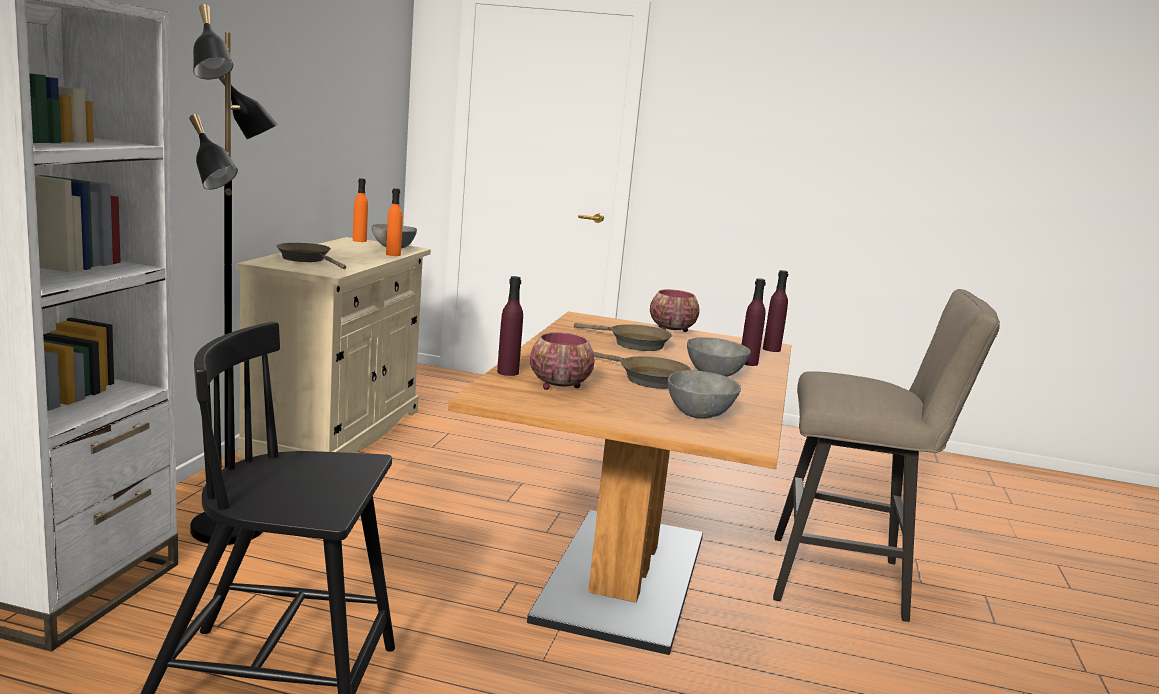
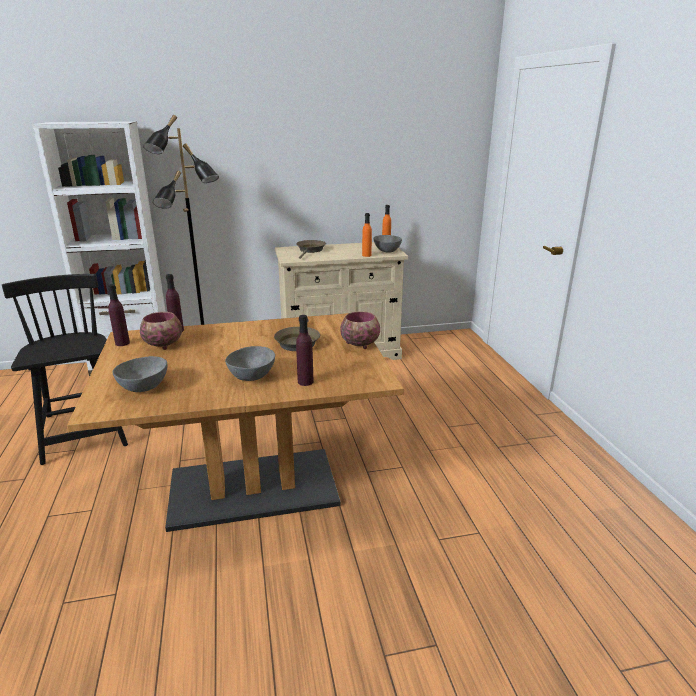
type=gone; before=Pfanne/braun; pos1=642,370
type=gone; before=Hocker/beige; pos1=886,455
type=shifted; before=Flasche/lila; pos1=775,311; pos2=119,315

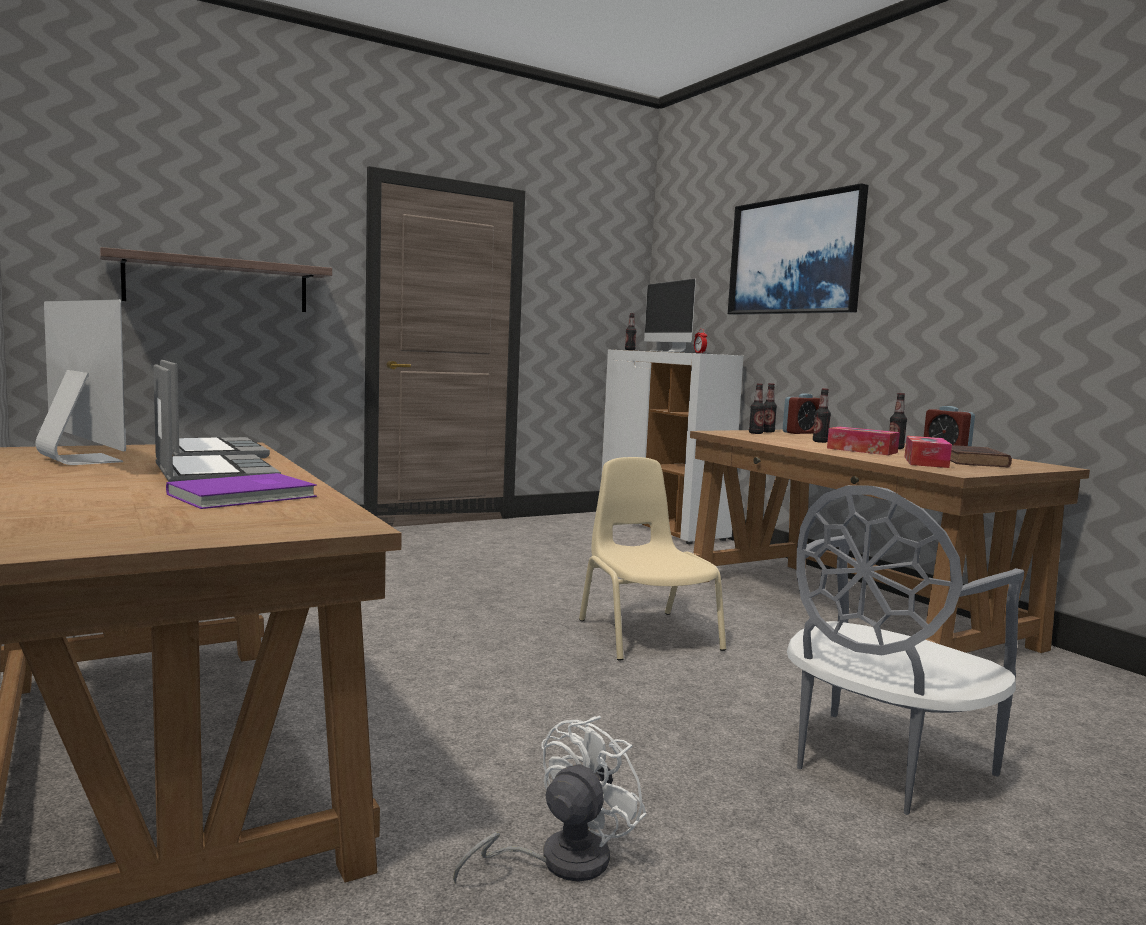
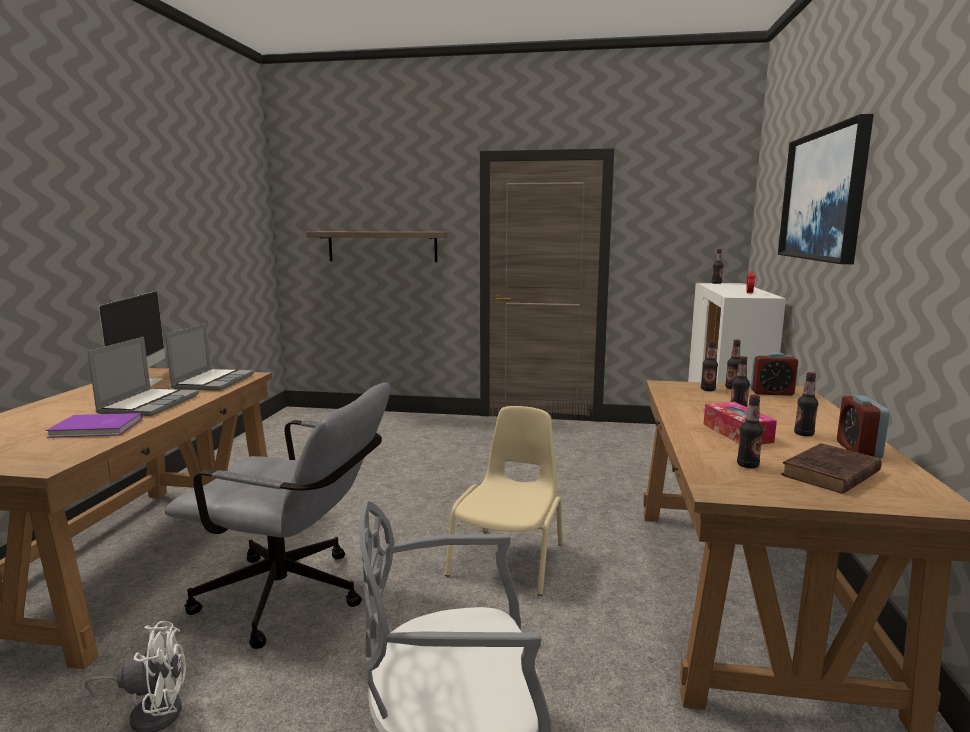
type=gone; before=Monitor; pos1=670,315
type=new; after=Bürostuhl/grau; pos2=277,515
type=swapped; before=Taschentuchbox; after=Flasche; pos1=928,452; pos2=750,431

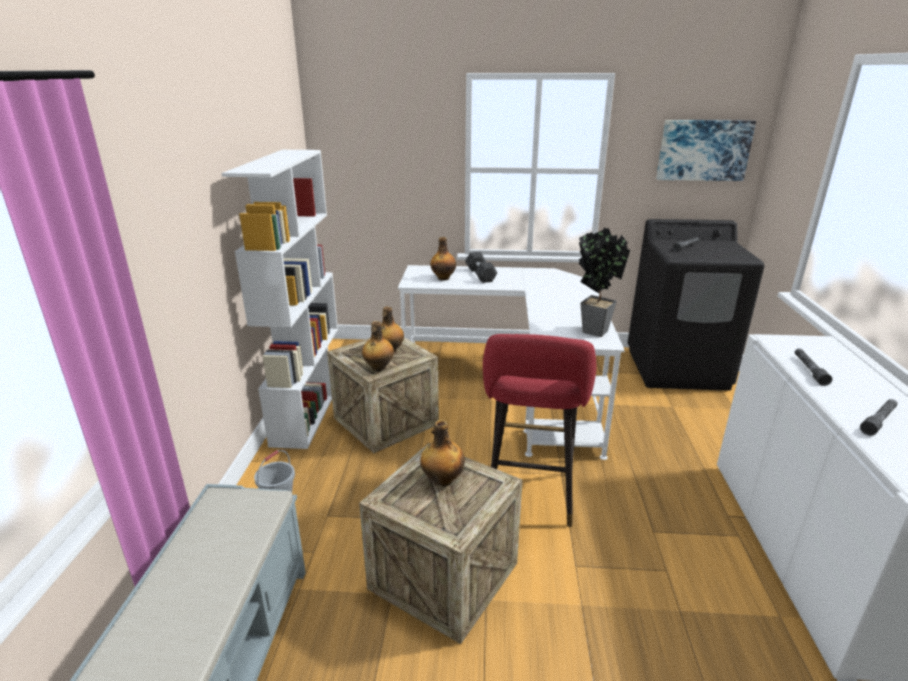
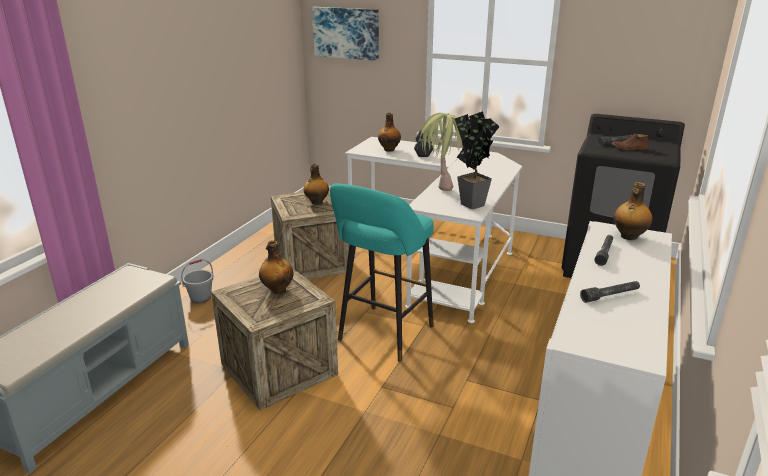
type=gone; before=Bücherregal/weiß; pos1=279,299
type=new; after=Topfpflanze; pos2=439,152
type=new; after=Schuh/braun; pos2=630,141
type=shifted; before=Flasche; pos1=378,346; pos2=633,211
type=shifted; before=Bild; pos1=706,150; pos2=345,34
type=repainted; before=Hocker/rot; after=Hocker/türkis; pos1=539,430; pos2=382,272

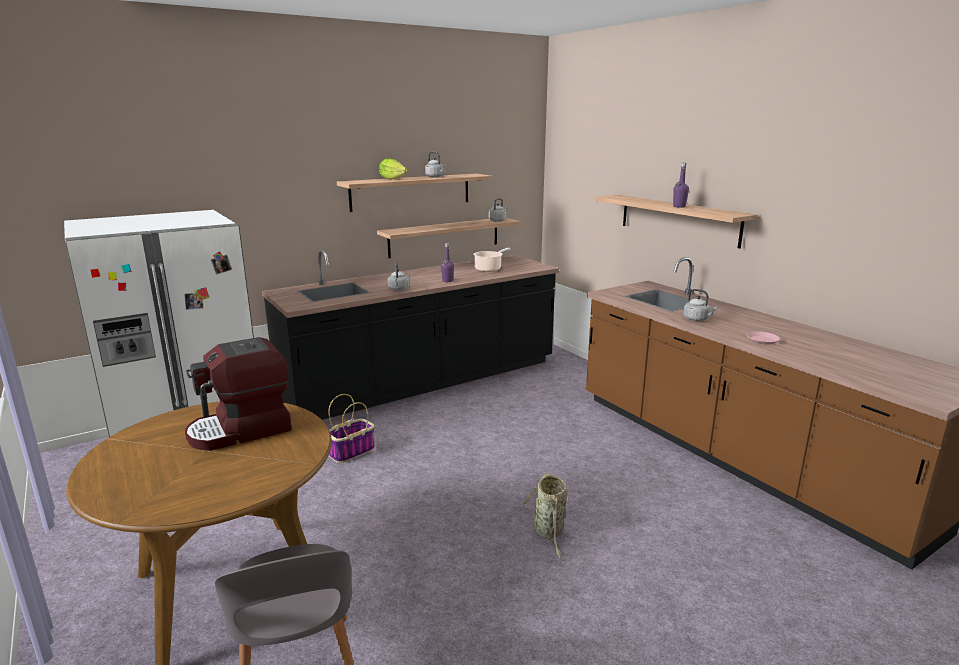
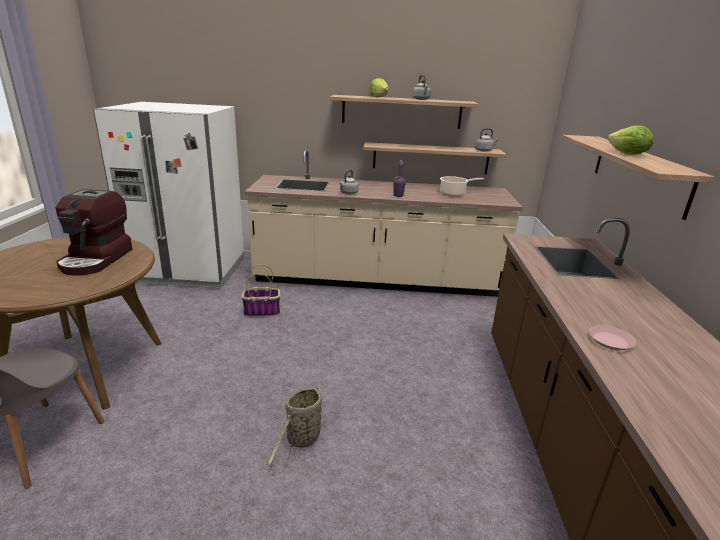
type=gone; before=Wasserkessel/grau; pos1=700,305
type=swapped; before=Flasche/lila; after=Salatkopf; pos1=681,185; pos2=630,140
type=repainted; before=Küchenzeile/schwarz; after=Küchenzeile/beige; pos1=410,335; pos2=384,223
type=rotated; before=Kaffeemaschine; pos1=238,394; pos2=94,232; turn=-90

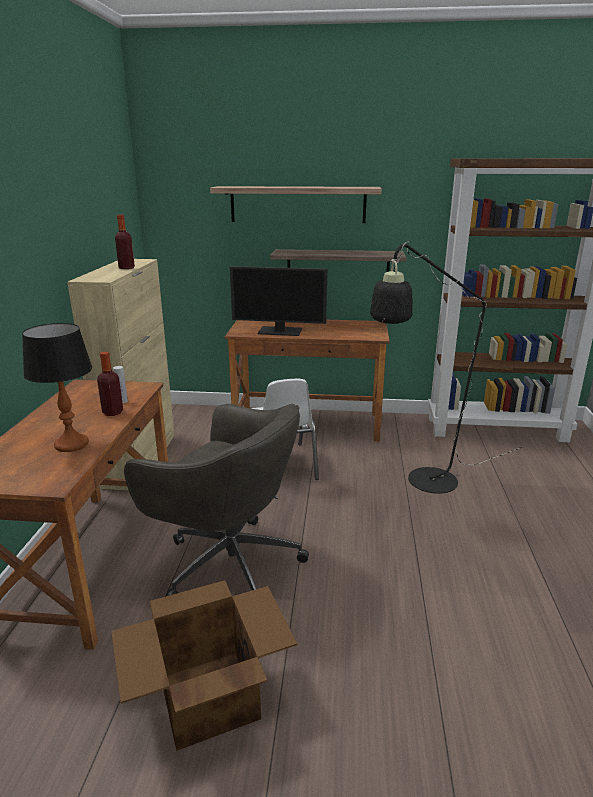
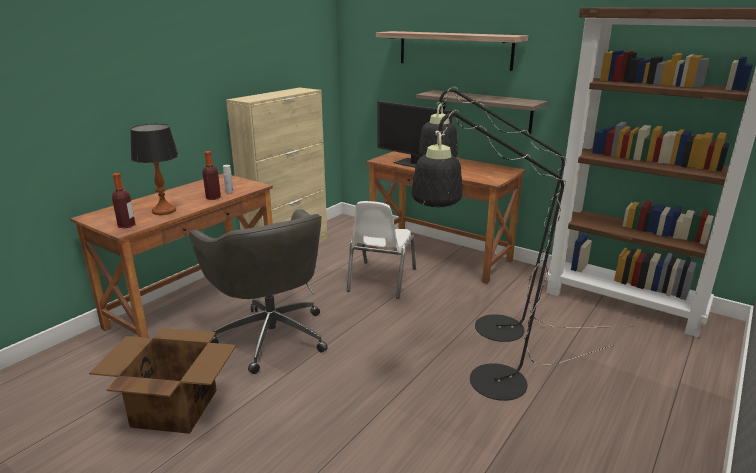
type=new; after=Stehlampe/schwarz; pos2=514,255
type=shifted; before=Flasche; pos1=125,242; pos2=123,200

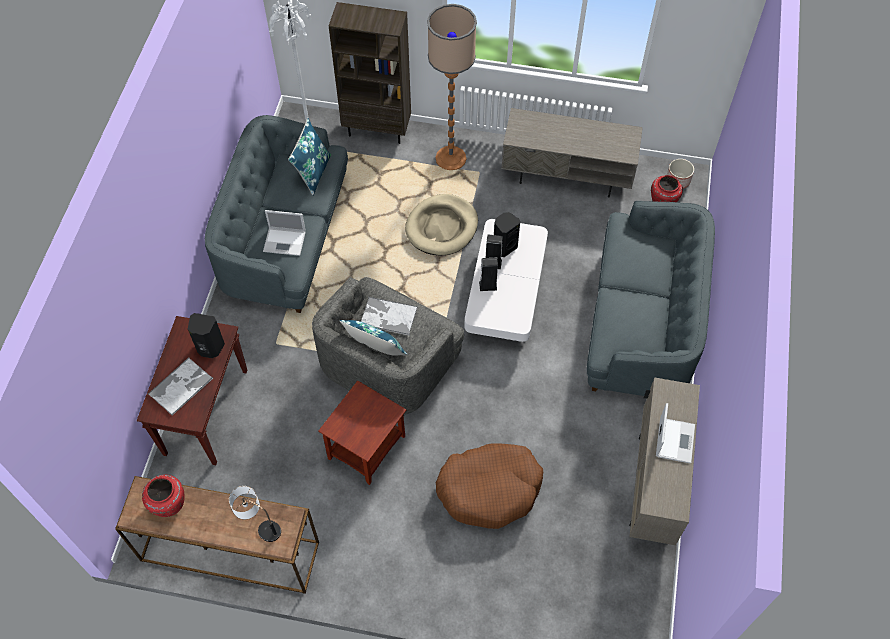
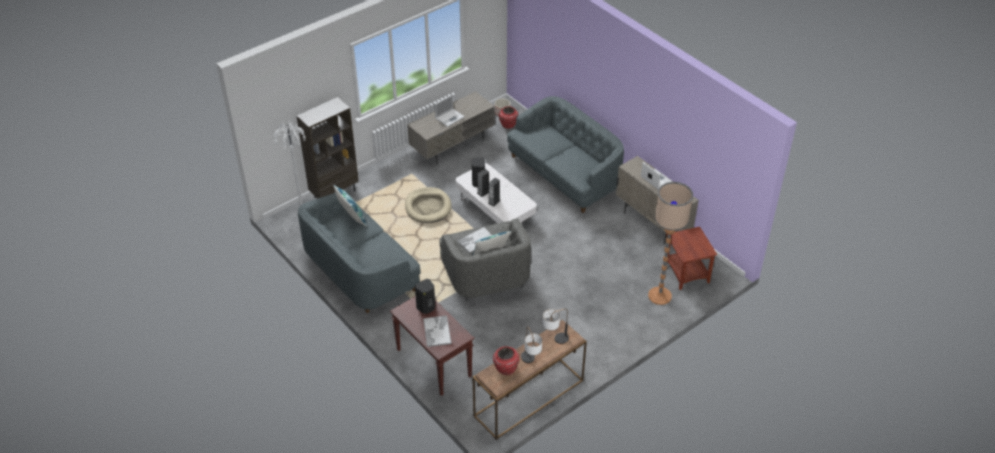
type=gone; before=Hundebett/braun; pos1=489,486
type=new; after=Tischlampe; pos2=531,344
type=shifted; before=Laptop; pos1=284,233; pos2=450,111
type=shifted; before=Beistelltisch/braun; pos1=362,433; pos2=691,258
type=shifted; before=Stehlampe; pos1=452,87; pos2=670,243

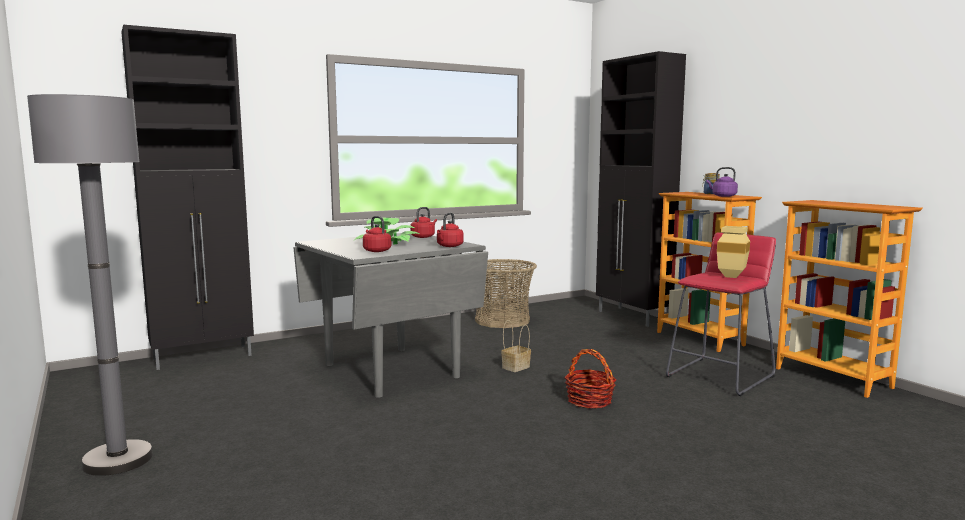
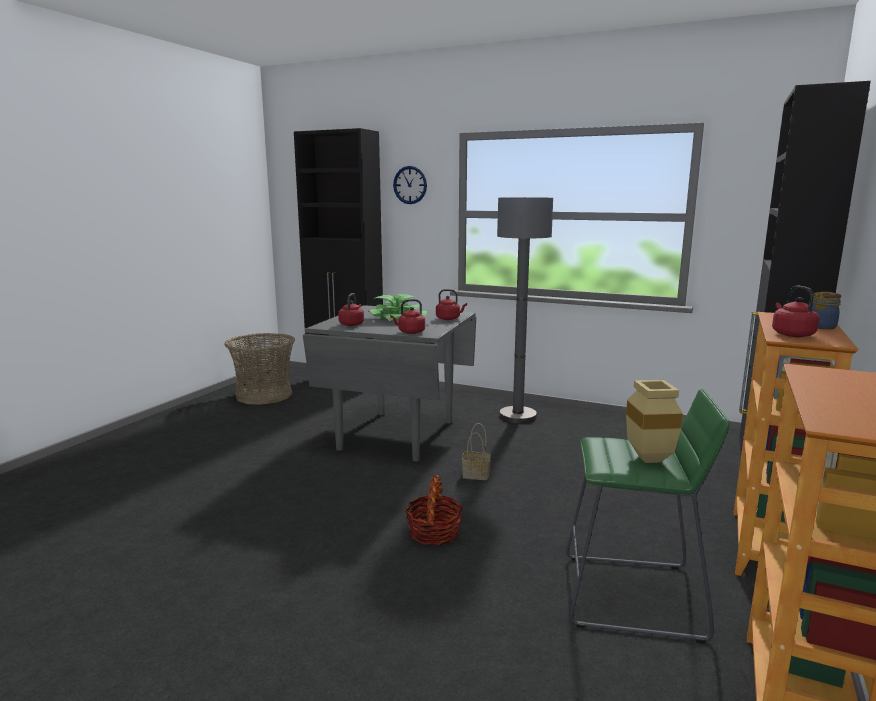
type=new; after=Wanduhr; pos2=410,185
type=shifted; before=Stehlampe/grau; pos1=90,285; pos2=525,310
type=shifted; before=Korb; pos1=506,293; pos2=259,369
type=repainted; before=Hocker/rot; after=Hocker/grün; pos1=721,314; pos2=648,516
type=repainted; before=Wasserkessel/lila; after=Wasserkessel/rot; pos1=722,182; pos2=795,311

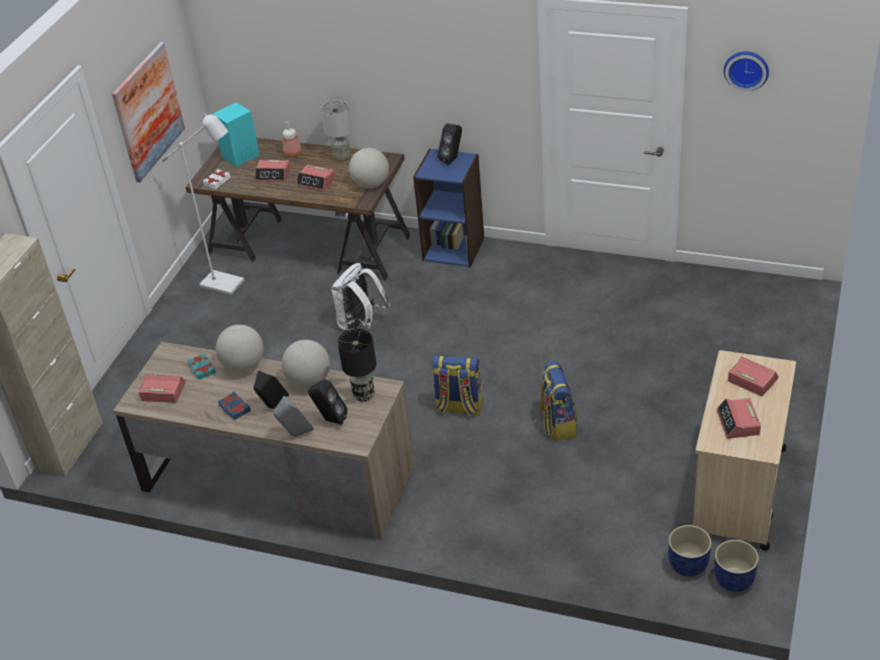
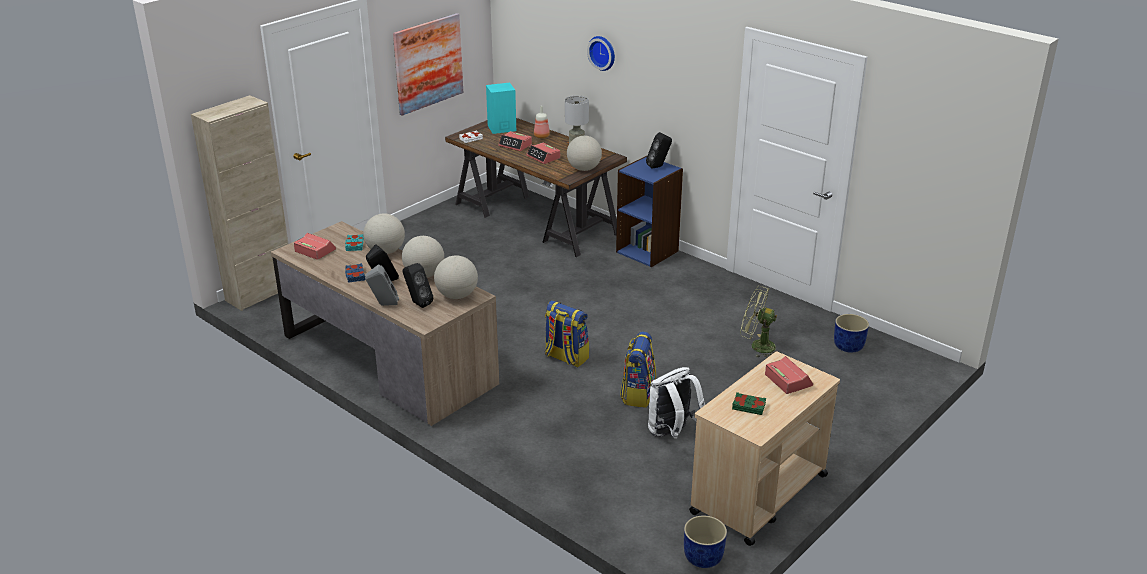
type=gone; before=Stehlampe/weiß; pos1=203,204
type=new; after=Ventilator/grün; pos2=760,322
type=shifted; before=Rucksack/weiß; pos1=361,297; pos2=676,403
type=shifted; before=Pflanzkübel/blau; pos1=690,551; pos2=851,333
type=shifted; before=Wanduhr; pos1=746,71; pos2=601,53
type=swapped; before=Tischlampe/schwarz; after=Globus; pos1=357,365; pos2=456,277
type=swapped; before=Wecker; after=Buch/grün; pos1=738,418; pos2=749,403

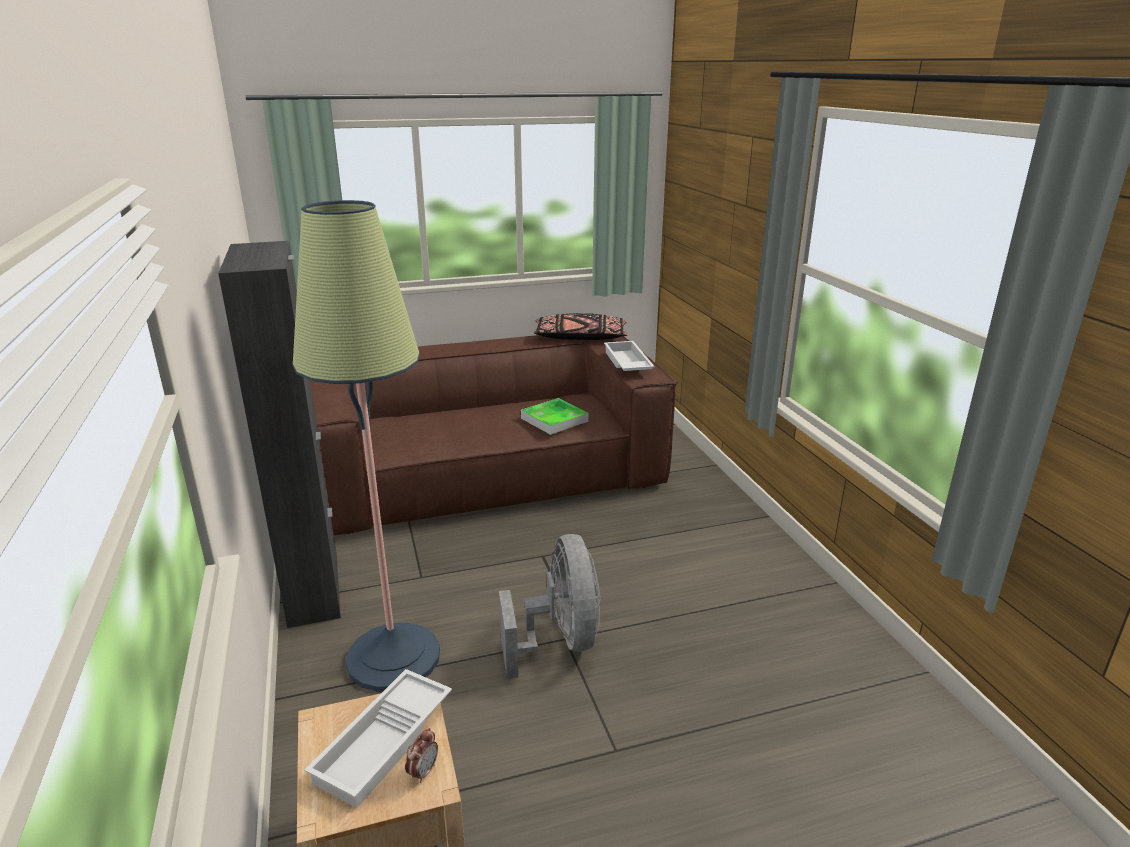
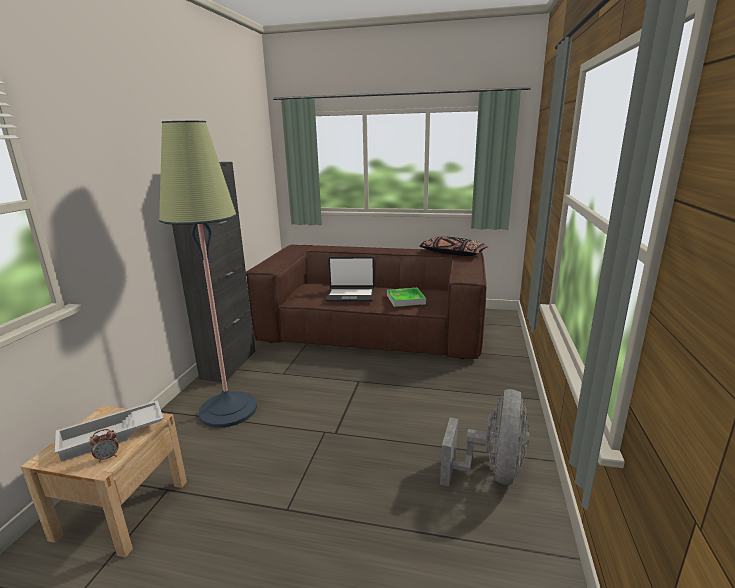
type=gone; before=Tablett/weiß; pos1=629,356
type=new; after=Laptop; pos2=350,279
type=shifted; before=Ventilator/grau; pos1=549,606; pos2=484,437

